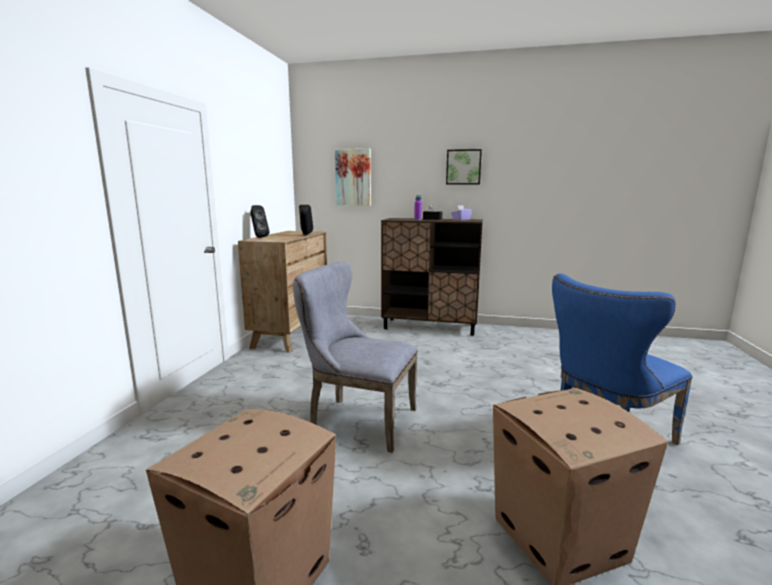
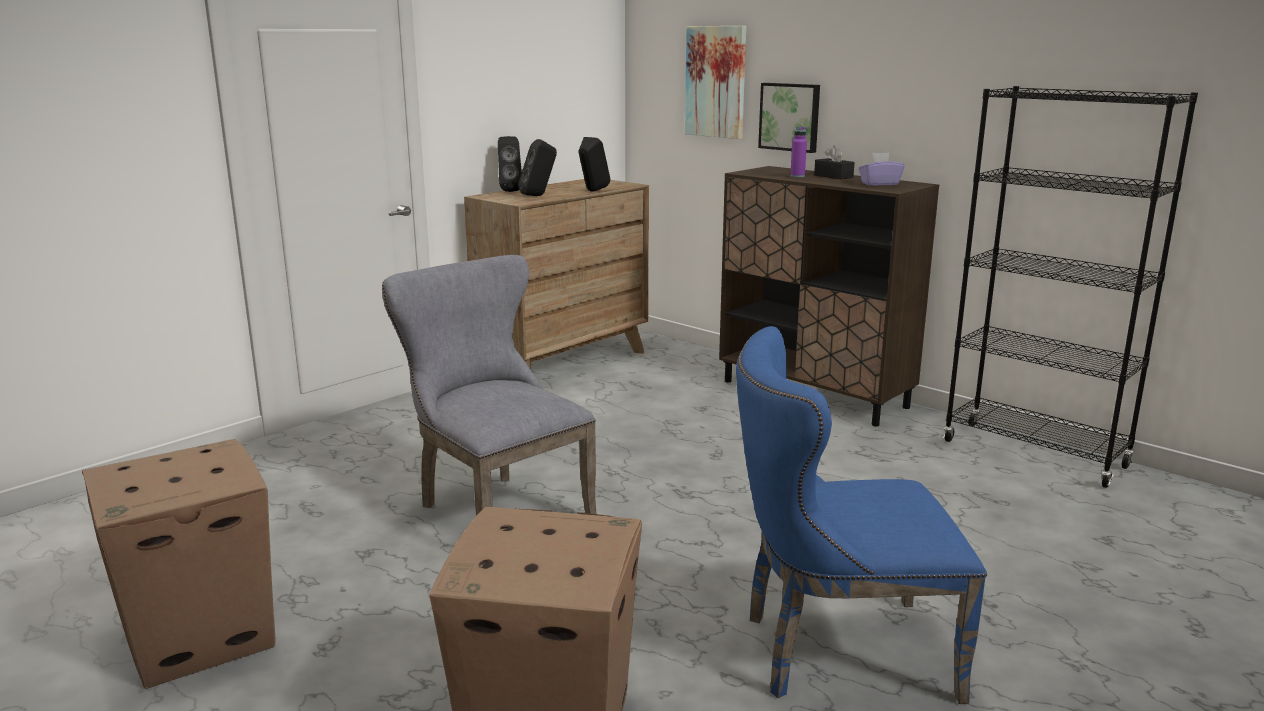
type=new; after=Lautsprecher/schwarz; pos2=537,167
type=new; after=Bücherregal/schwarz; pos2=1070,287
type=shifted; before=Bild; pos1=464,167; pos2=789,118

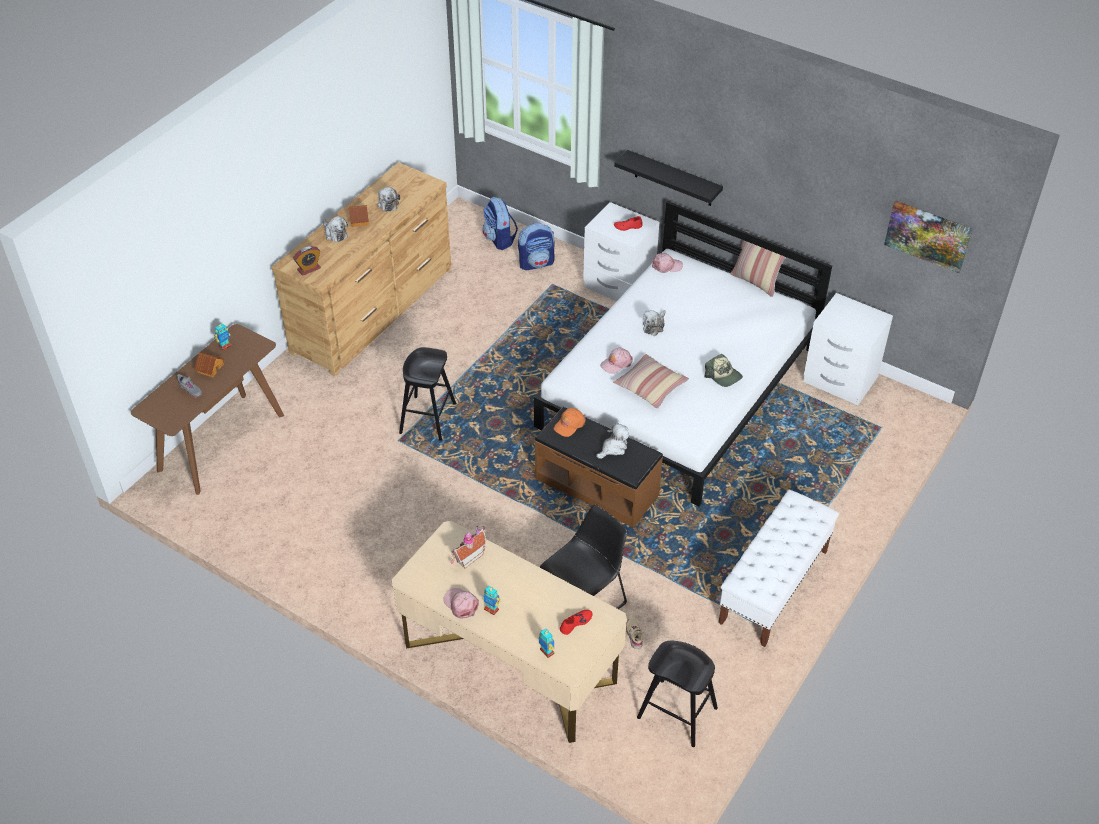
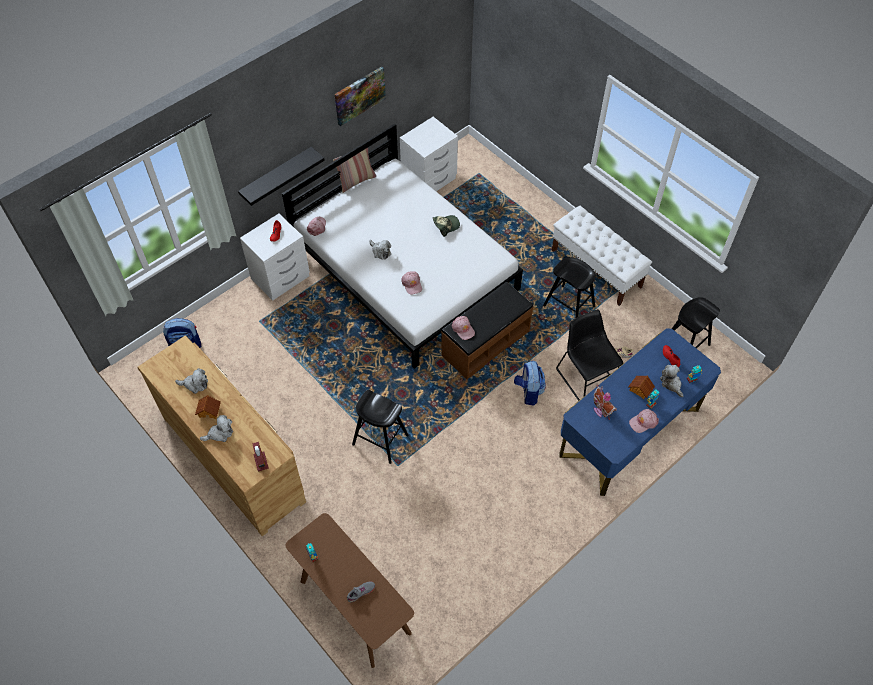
type=gone; before=Kissen; pos1=651,381
type=new; after=Hocker/schwarz; pos2=569,287
type=shifted; before=Spielzeughaus; pos1=209,365; pos2=641,387
type=shifted; before=Rucksack; pos1=536,246; pos2=530,383
type=shifted; before=Plüschtier; pos1=612,441; pos2=671,381
type=shifted; before=Bild; pos1=928,237; pos2=360,96
type=repainted; before=Schreibtisch/beige; after=Schreibtisch/blau; pos1=509,632; pos2=640,412
type=repainted; before=Kappe/orange; after=Kappe/rosa; pos1=570,422; pos2=463,328

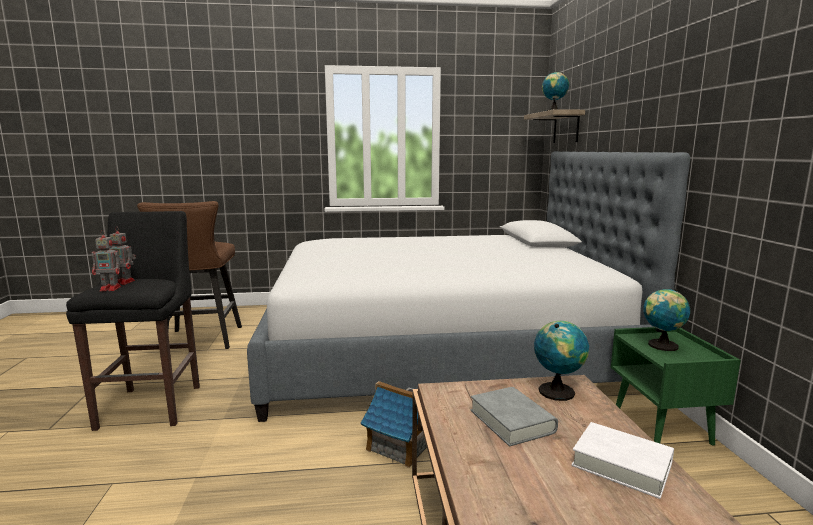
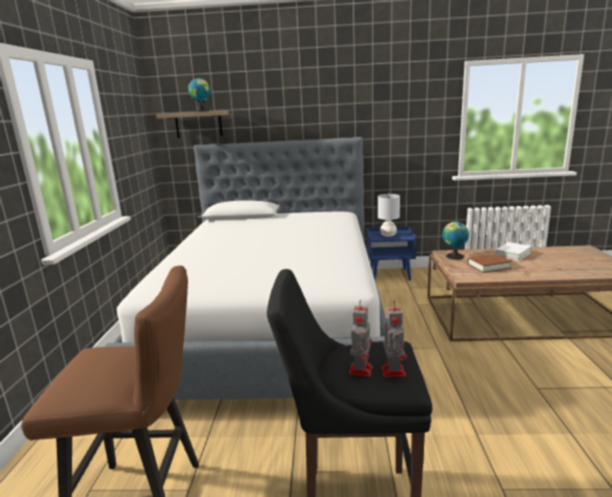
type=gone; before=Spielzeughaus; pos1=393,424
type=swapped; before=Globus; after=Tischlampe/grau; pos1=667,320; pos2=389,215
type=repainted; before=Buch/grau; after=Buch/braun; pos1=514,417; pos2=489,263
type=repainted; before=Nachttisch/grün; after=Nachttisch/blau; pos1=676,386; pos2=391,254

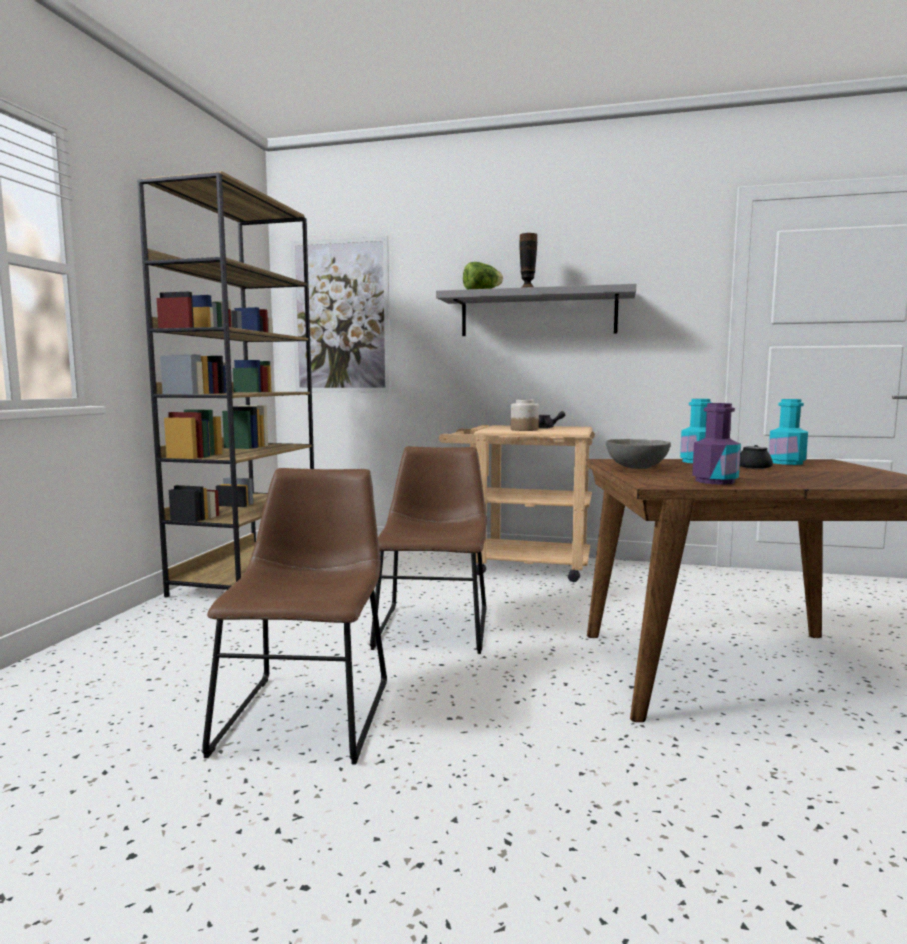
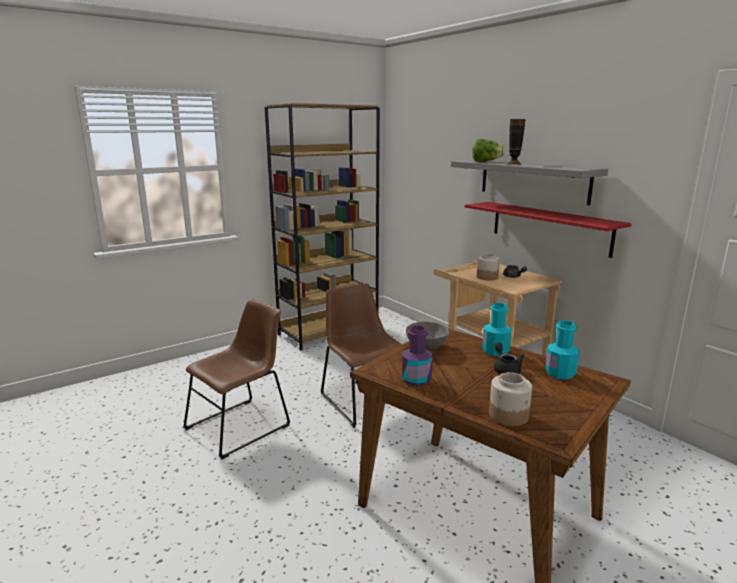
type=gone; before=Bild; pos1=340,314
type=new; after=Wandregal/rot; pos2=548,230
type=new; after=Vorratsglas; pos2=510,399
type=rotated; before=Stuhl/braun; pos1=428,550; pos2=361,355; turn=-75

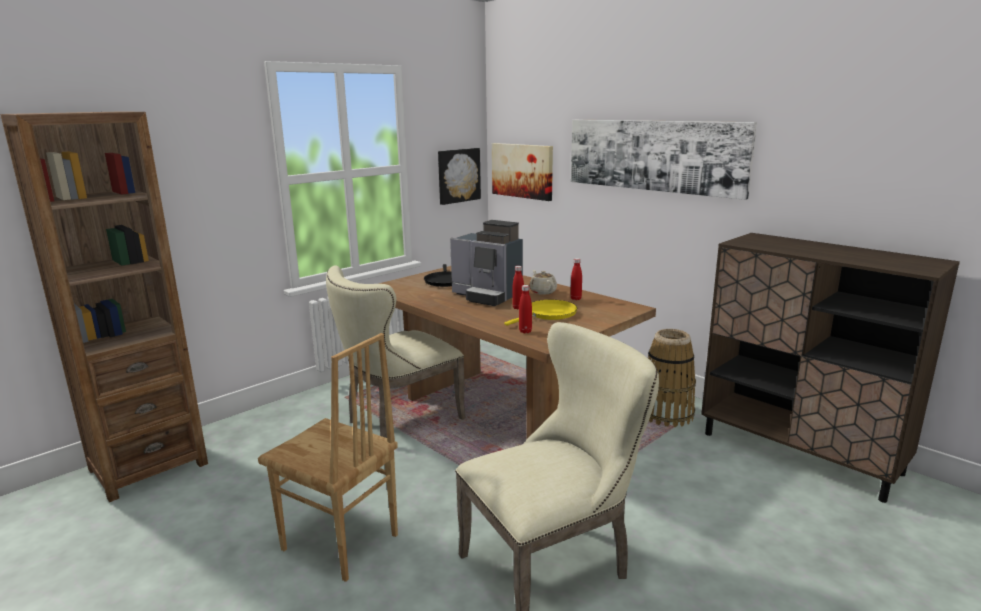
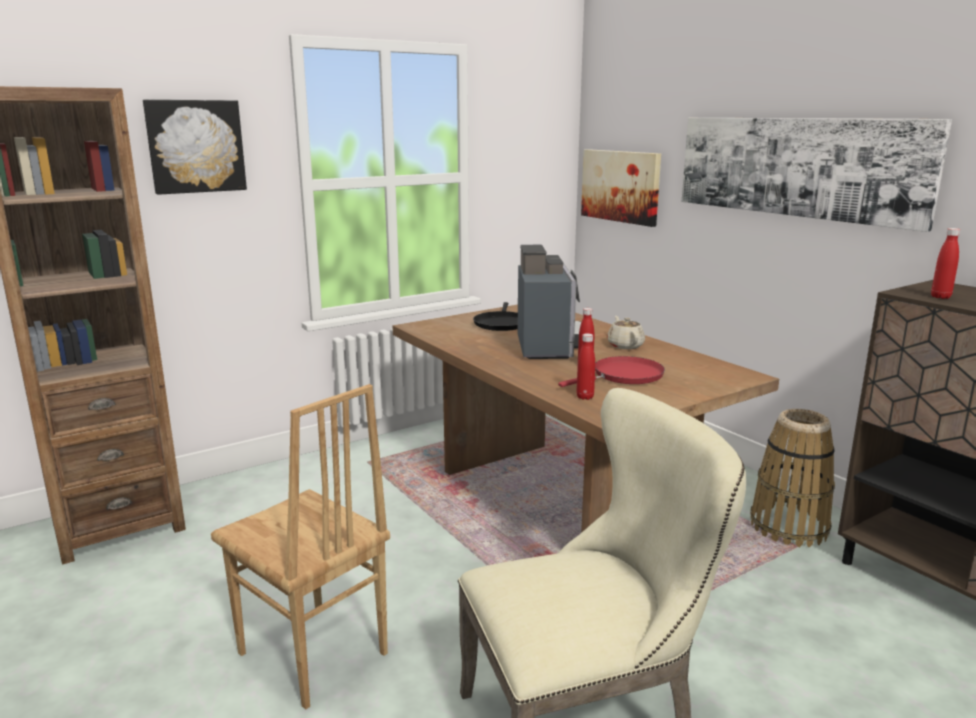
type=gone; before=Stuhl/beige; pos1=396,351
type=shifted; before=Bild; pos1=459,176; pos2=195,147
type=shifted; before=Flasche/rot; pos1=576,279; pos2=945,263
type=repainted; before=Pfanne/gelb; after=Pfanne/rot; pos1=540,313; pos2=611,371
type=rotated; before=Kaffeemaschine; pos1=486,263; pos2=549,302; turn=-135

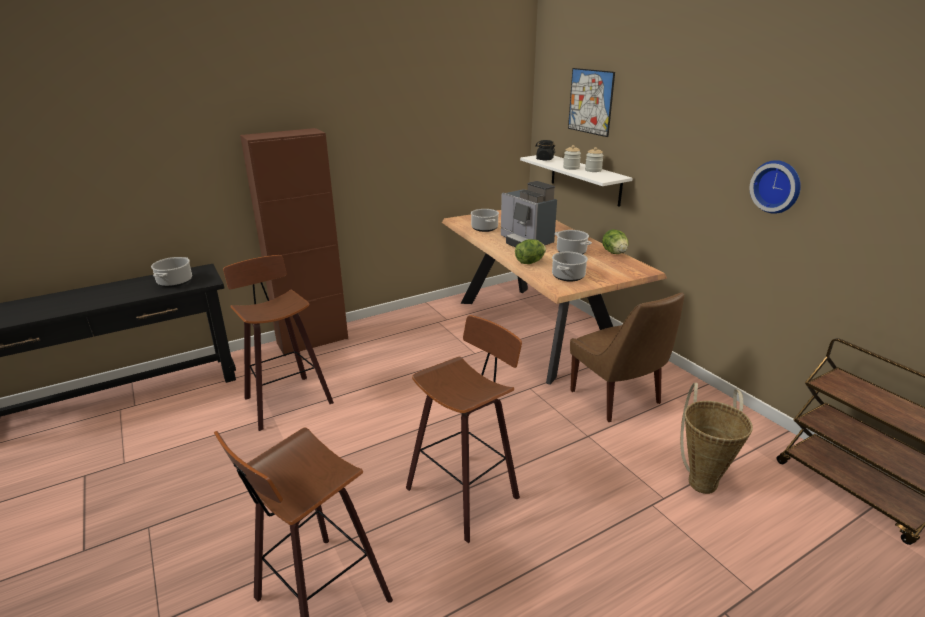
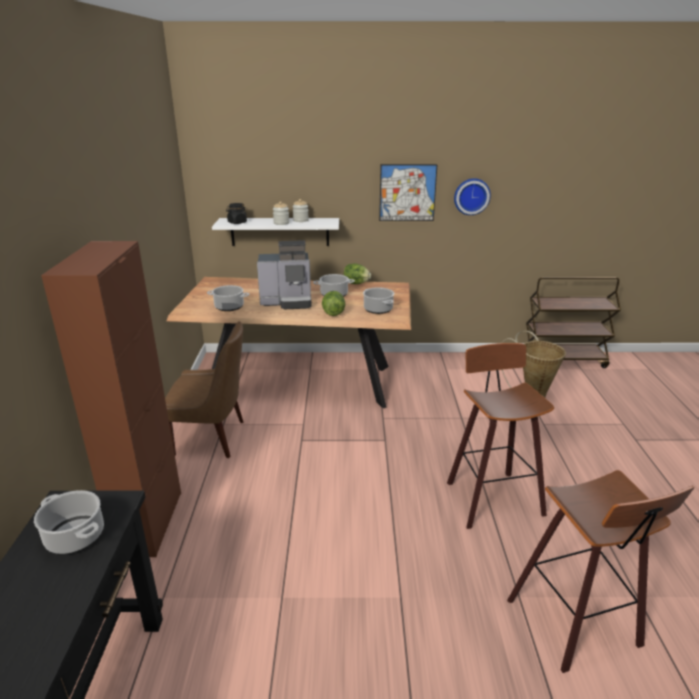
type=gone; before=Hocker; pos1=278,343
type=shifted; before=Bild; pos1=591,102; pos2=408,192
type=shifted; before=Stuhl/braun; pos1=627,357; pos2=204,389

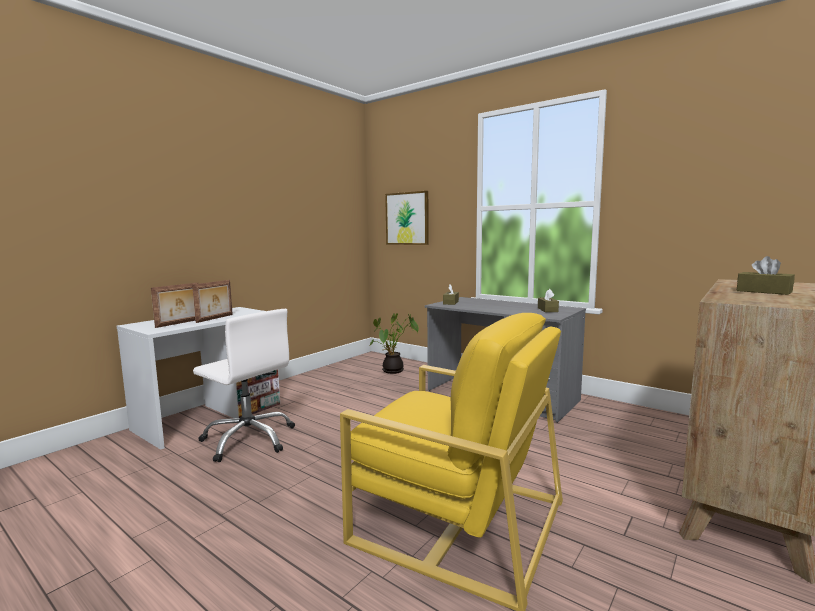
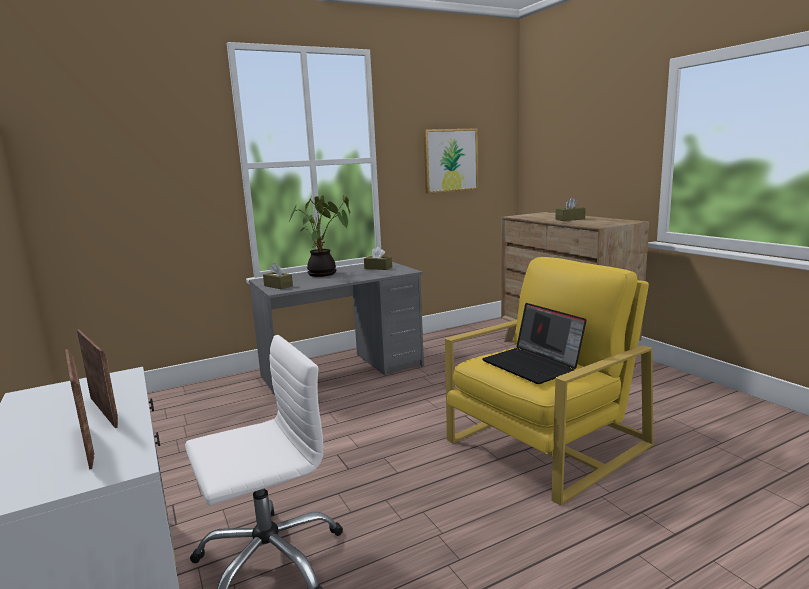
type=new; after=Laptop; pos2=534,343
type=shifted; before=Topfpflanze; pos1=394,343; pos2=320,236
type=shifted; before=Bild; pos1=407,218; pos2=451,160

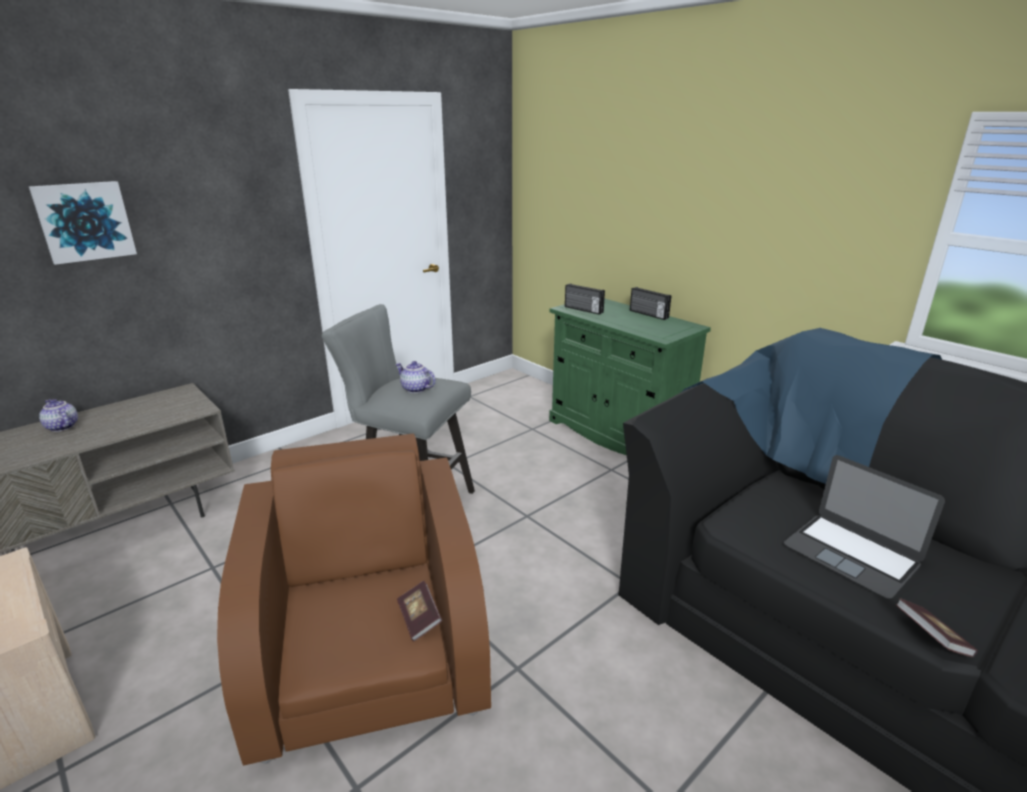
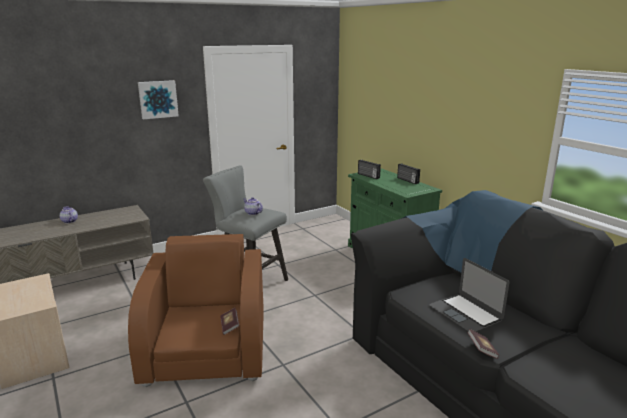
type=shifted; before=Bild; pos1=83,223; pos2=158,99

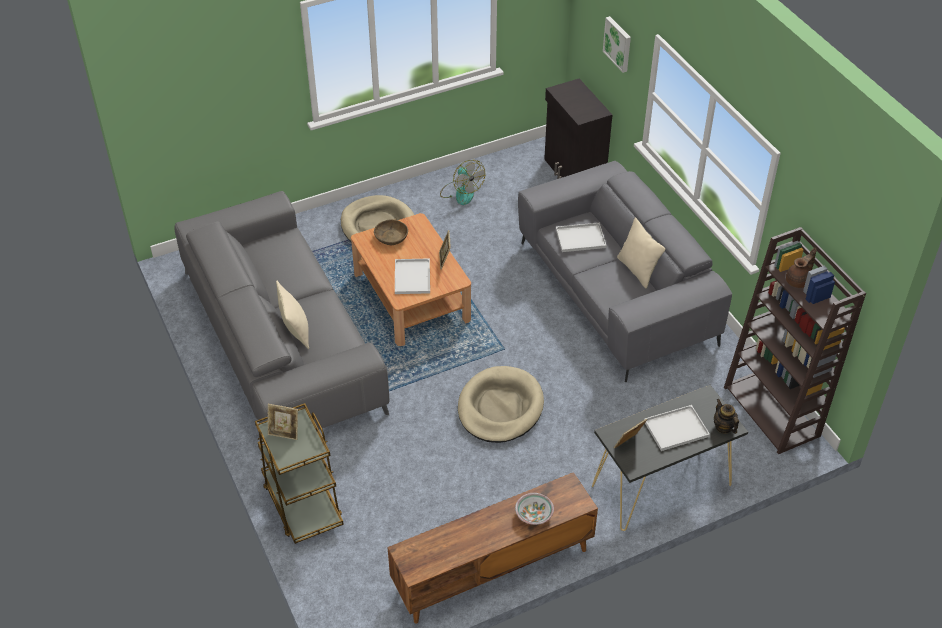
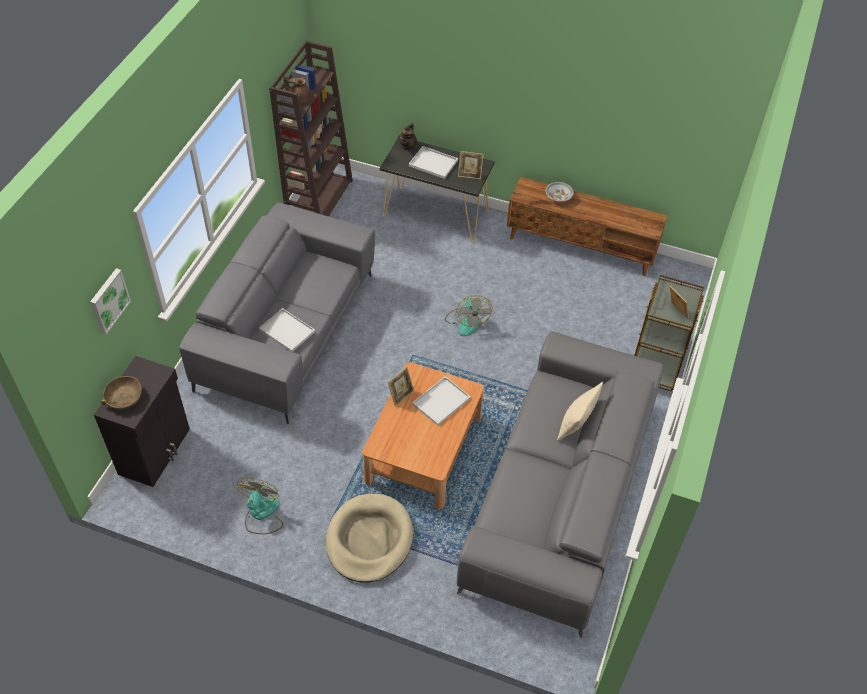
type=gone; before=Kissen/beige; pos1=641,253
type=shifted; before=Schüssel/braun; pos1=391,231; pos2=121,393
type=swapped; before=Hundebett/beige; after=Ventilator; pos1=501,404; pos2=468,315

